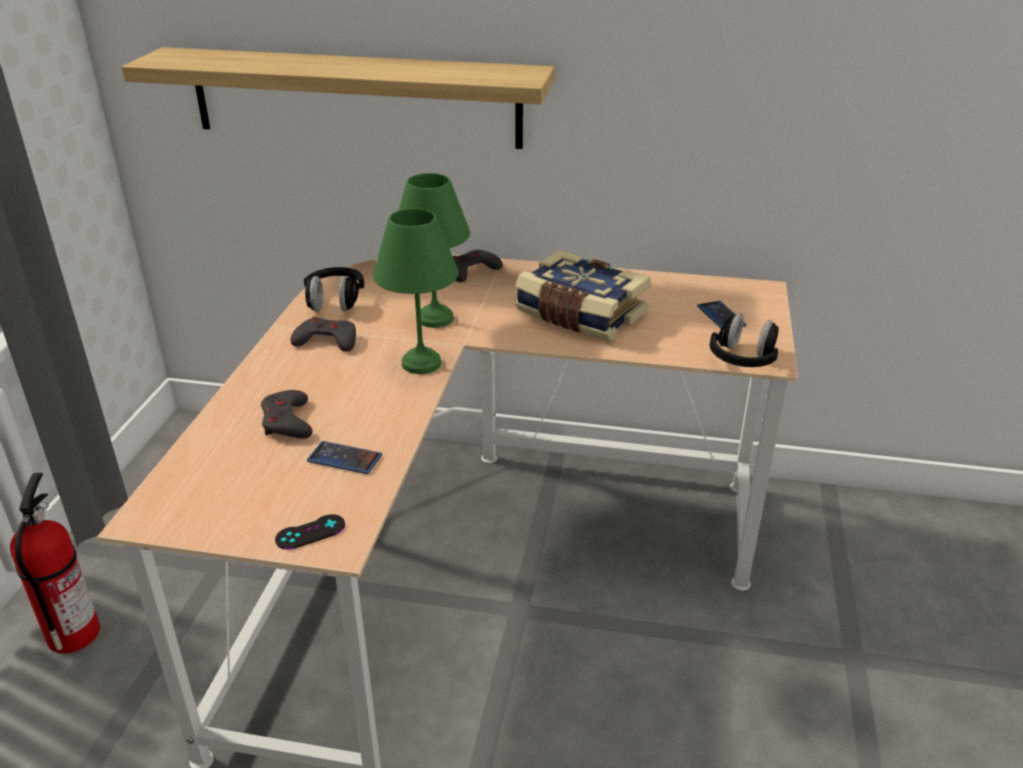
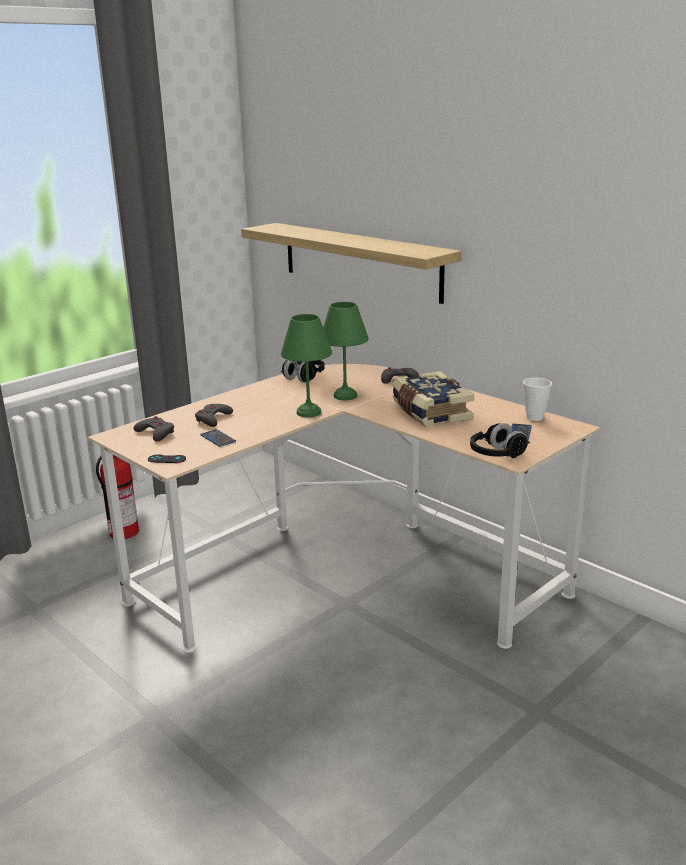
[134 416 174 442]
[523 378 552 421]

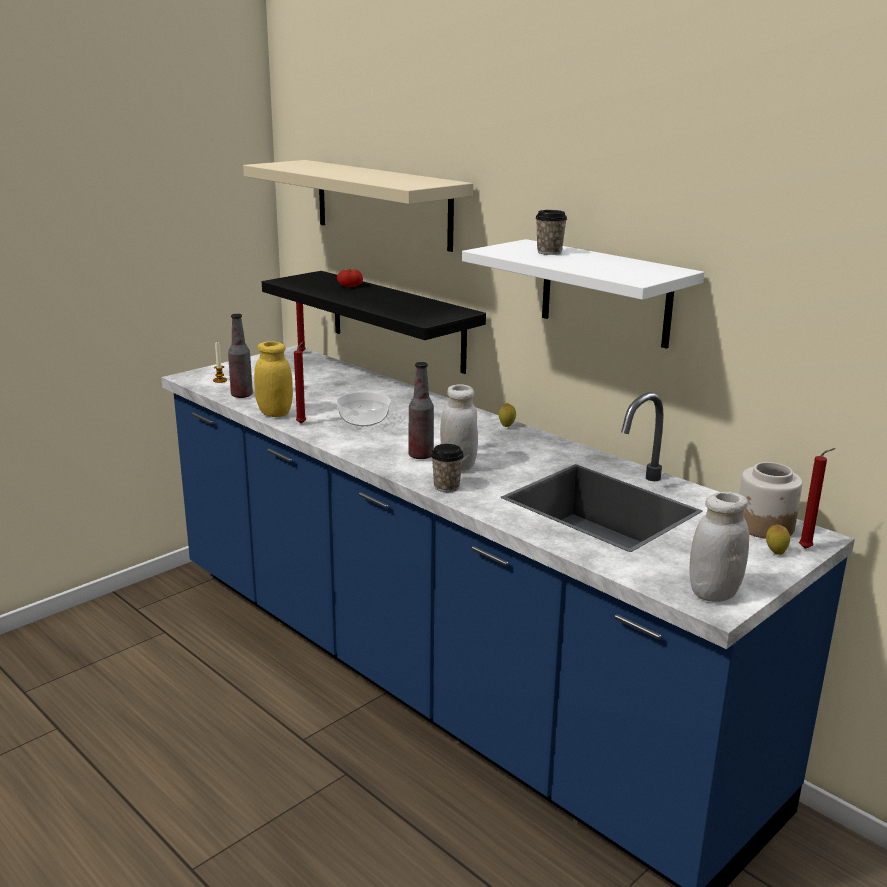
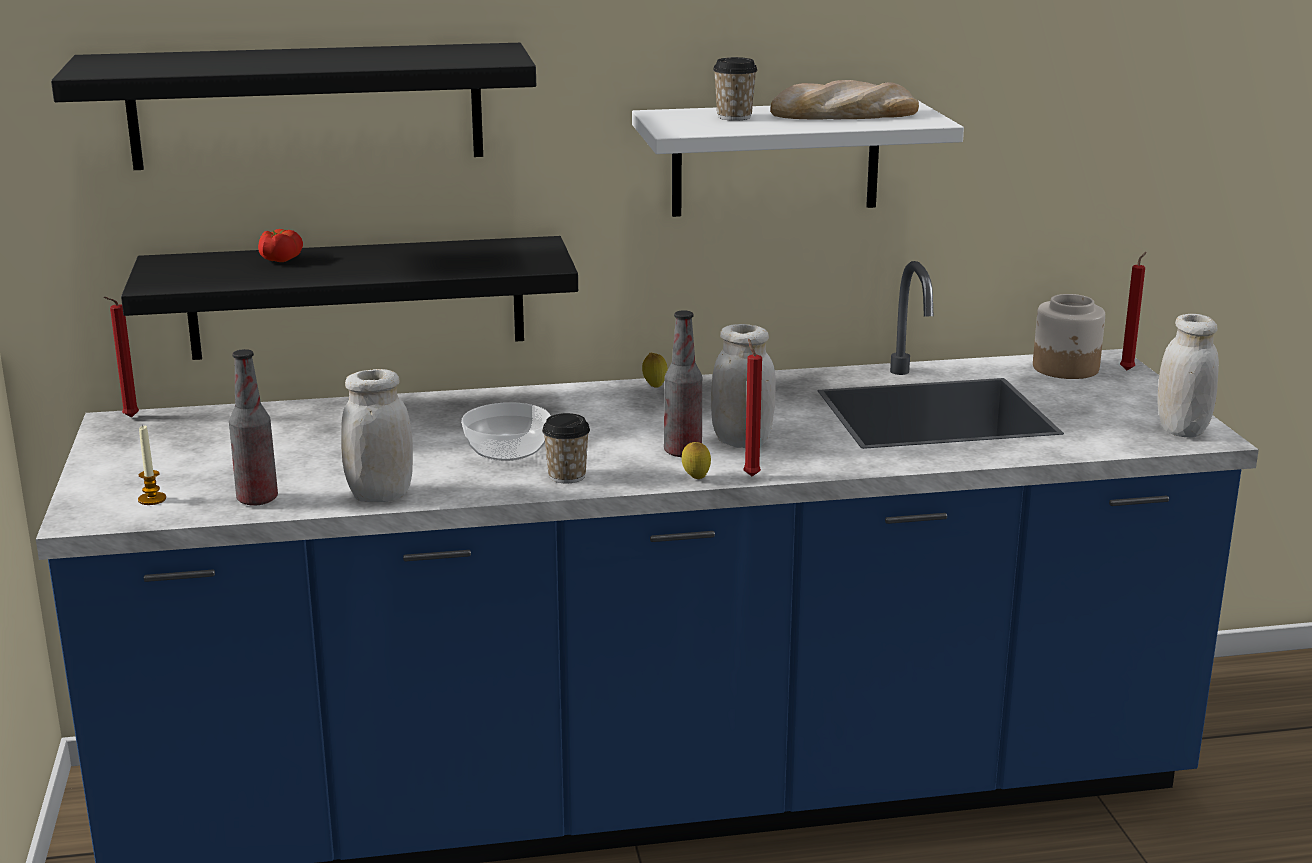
[51 43 536 170]
[341 369 413 502]
[743 338 762 476]
[542 413 590 484]
[682 442 711 479]
[770 80 919 120]

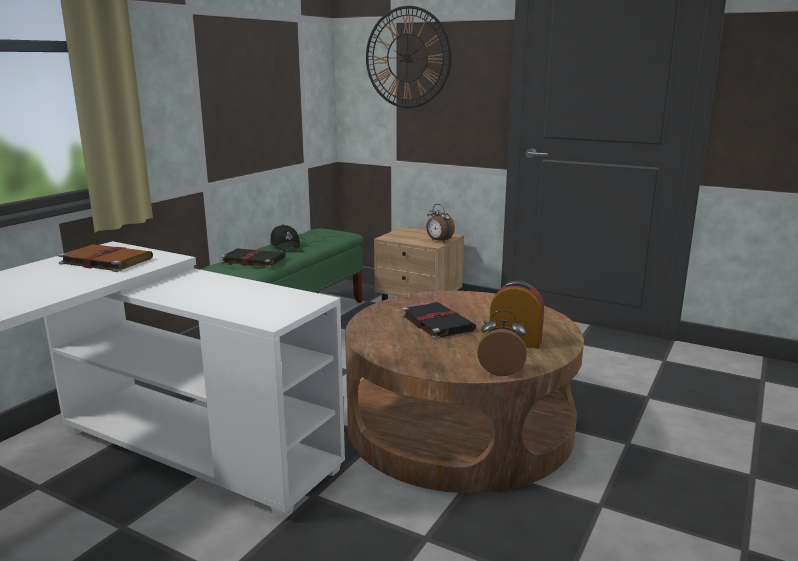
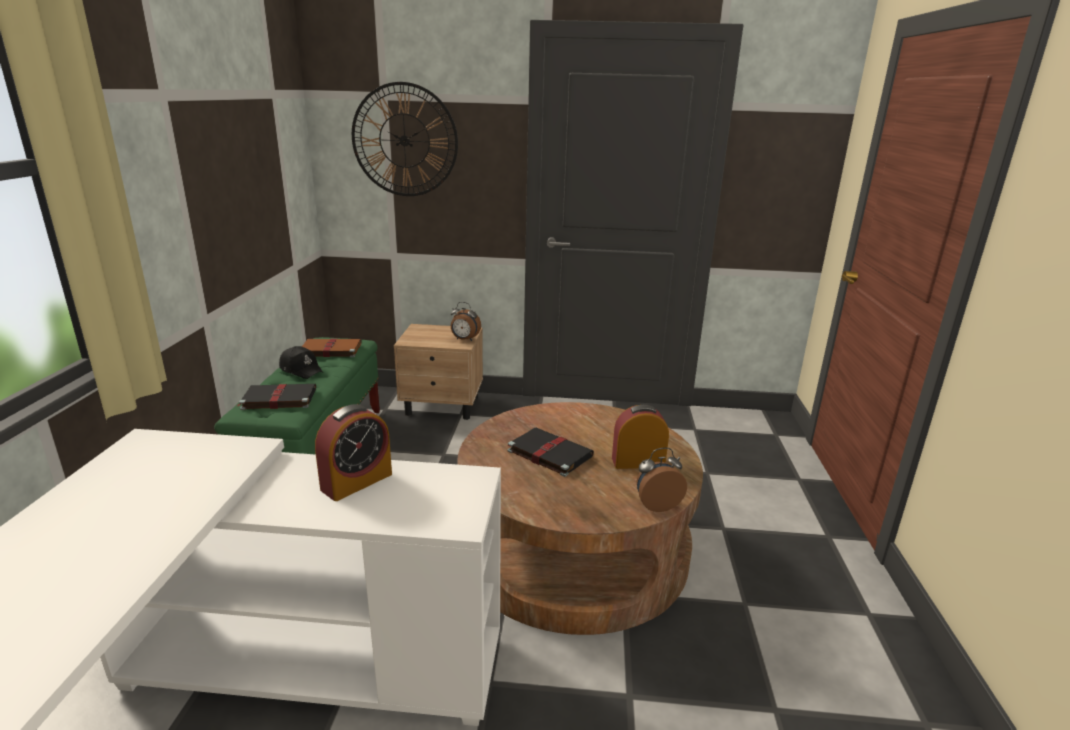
[302 338 362 357]
[315 404 392 501]

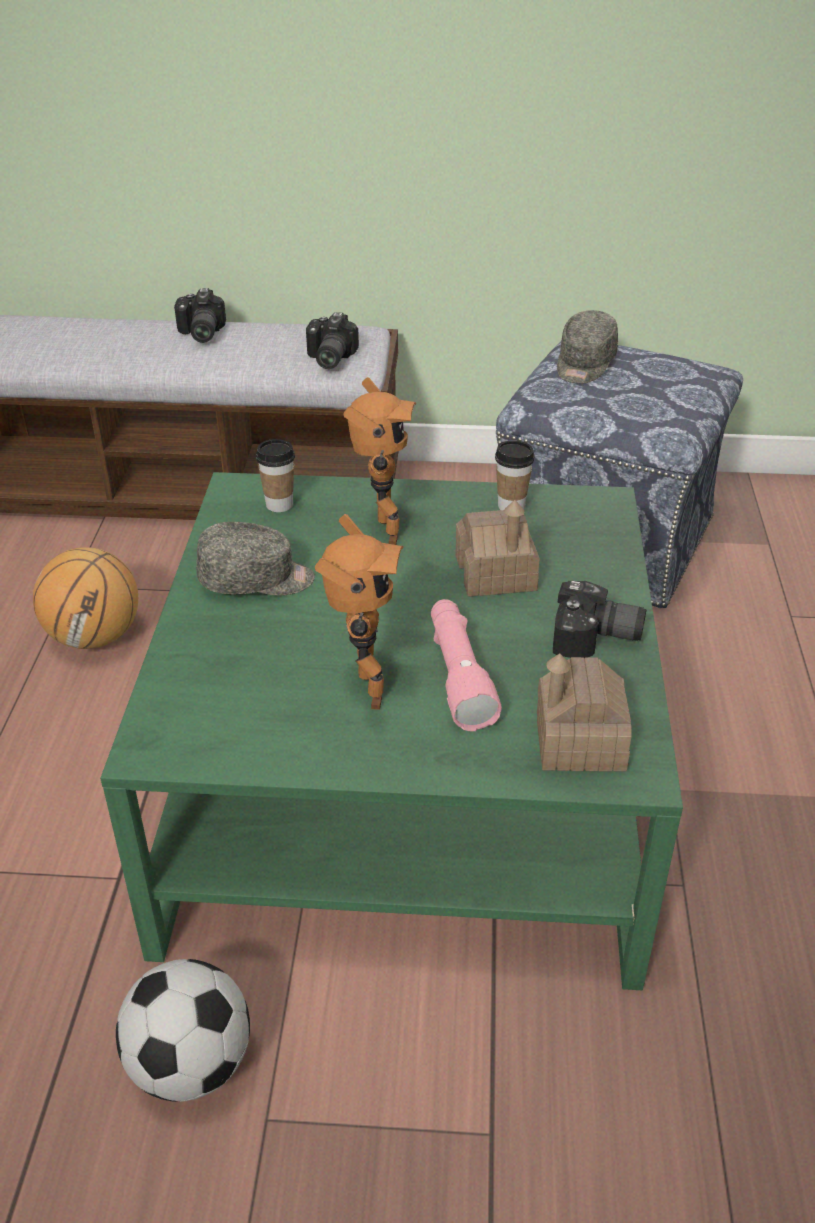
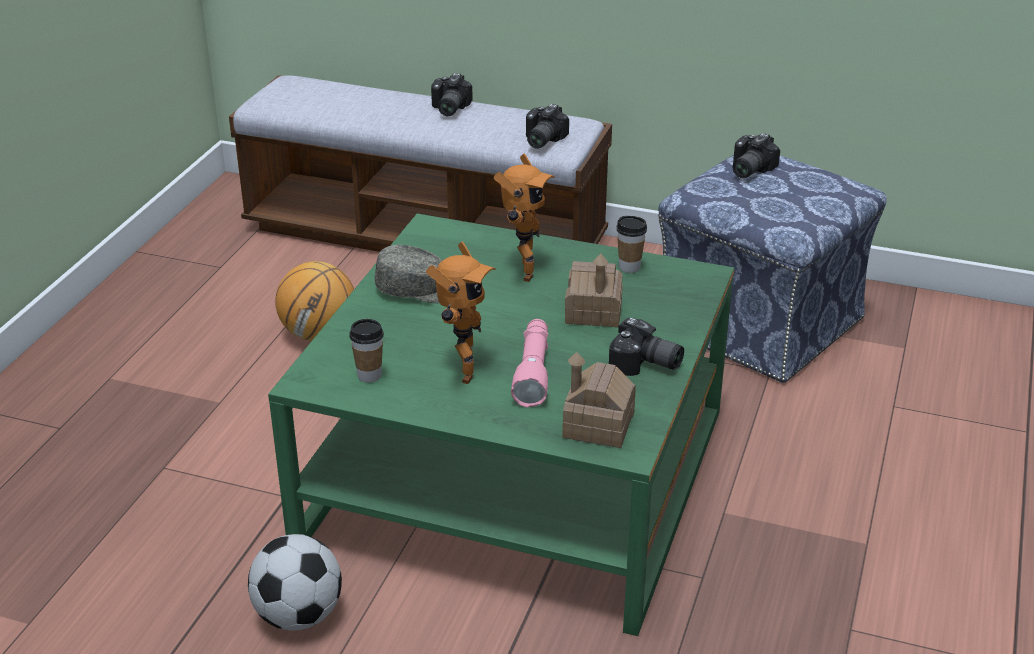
[349 319 384 383]
[733 133 780 178]

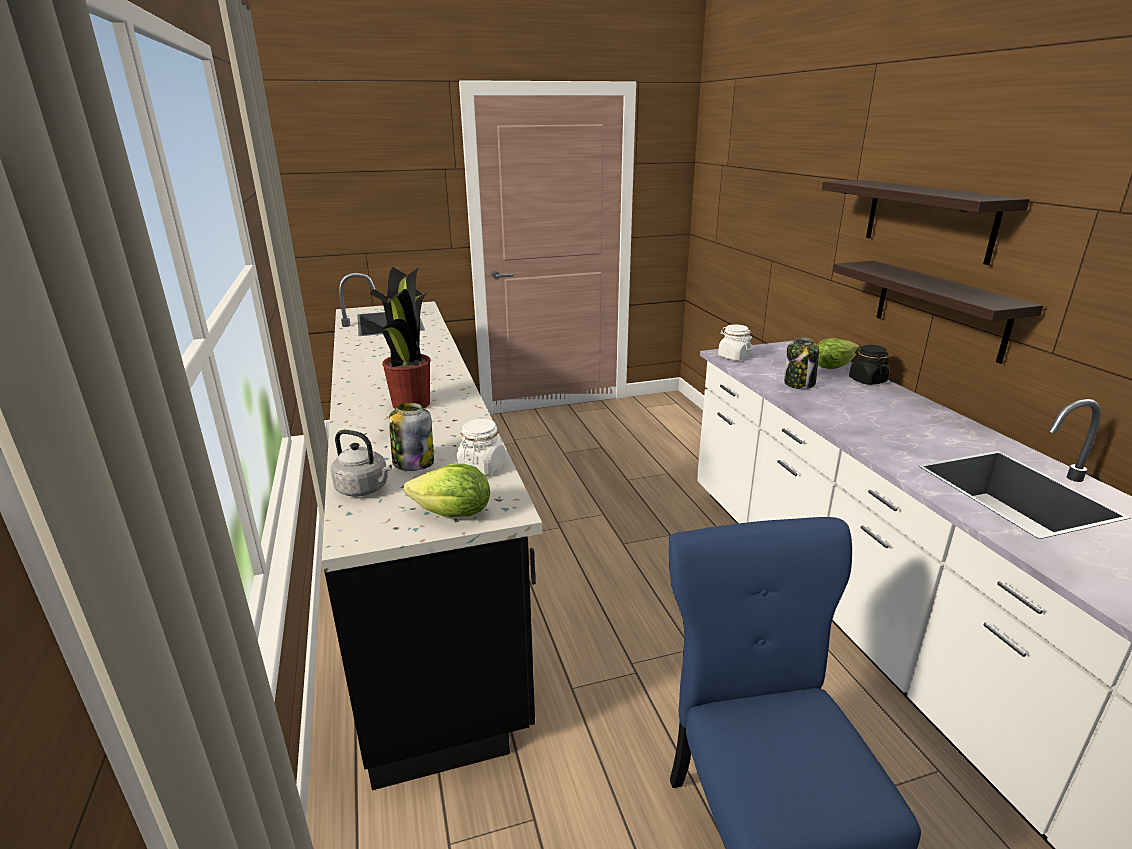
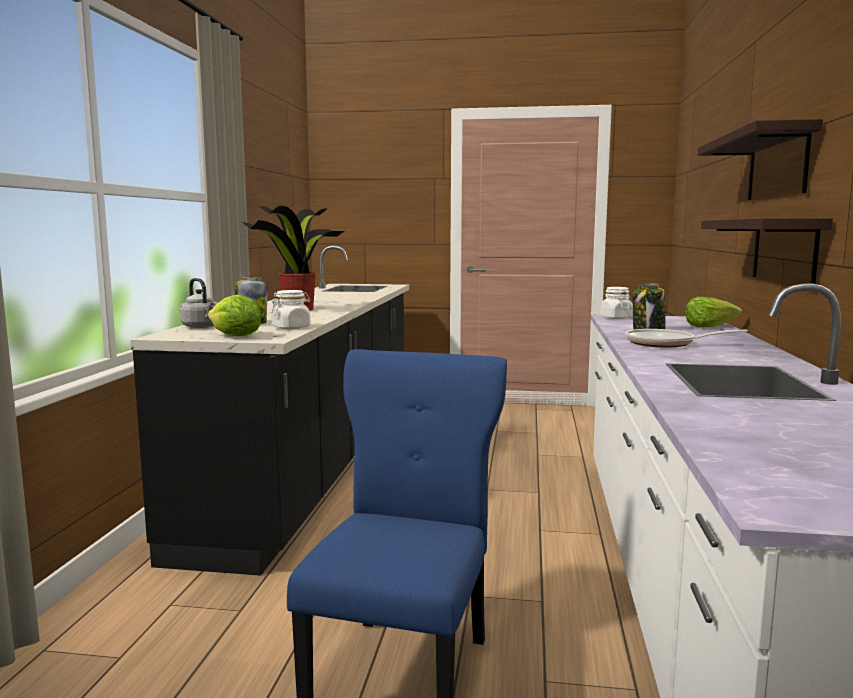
[849 345 889 385] (first image)
[626 329 748 348]

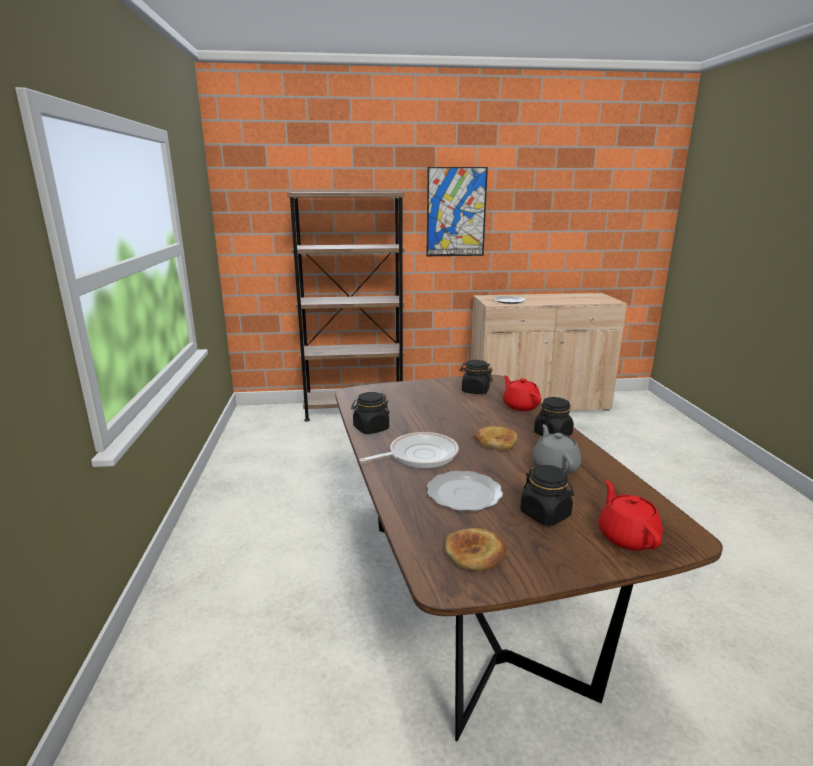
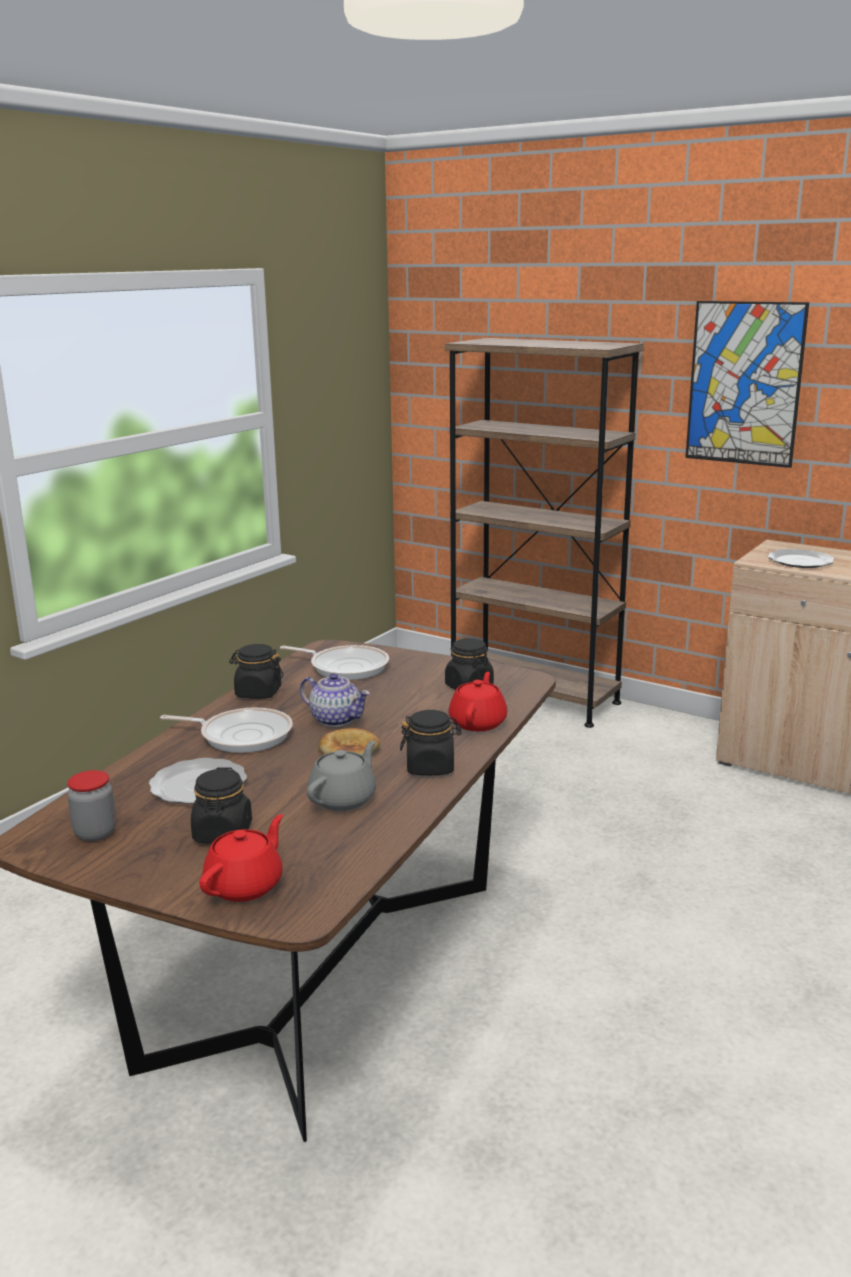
[67 770 116 841]
[280 645 389 680]
[300 673 370 727]

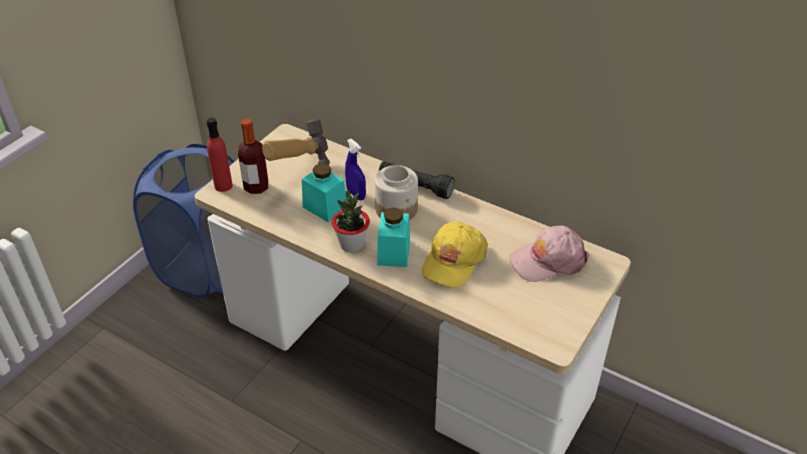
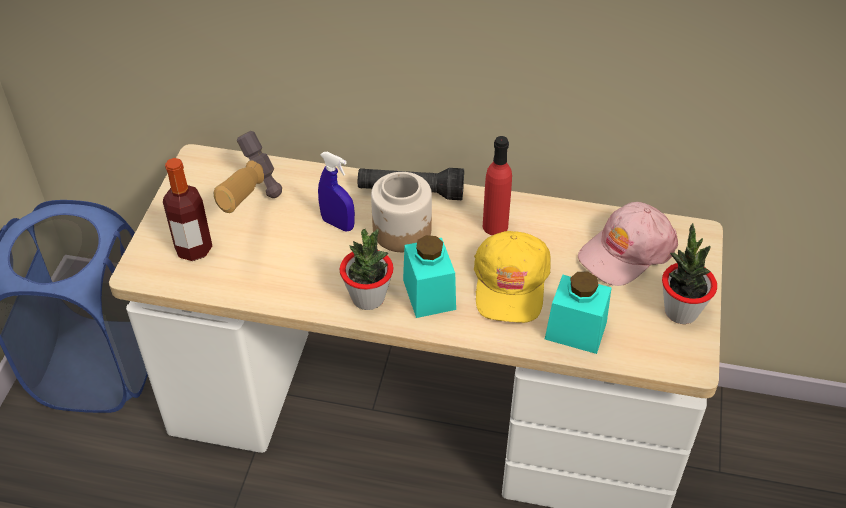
[483 136 512 235]
[545 272 612 354]
[662 223 717 324]

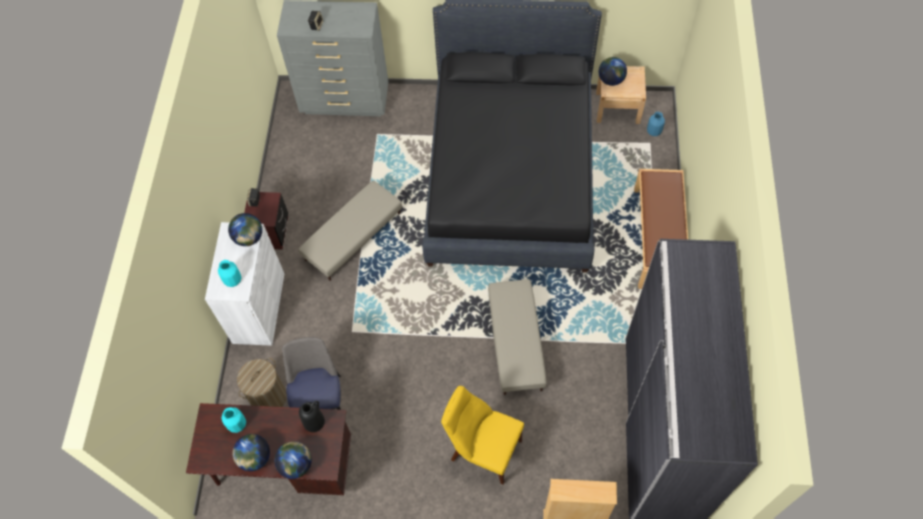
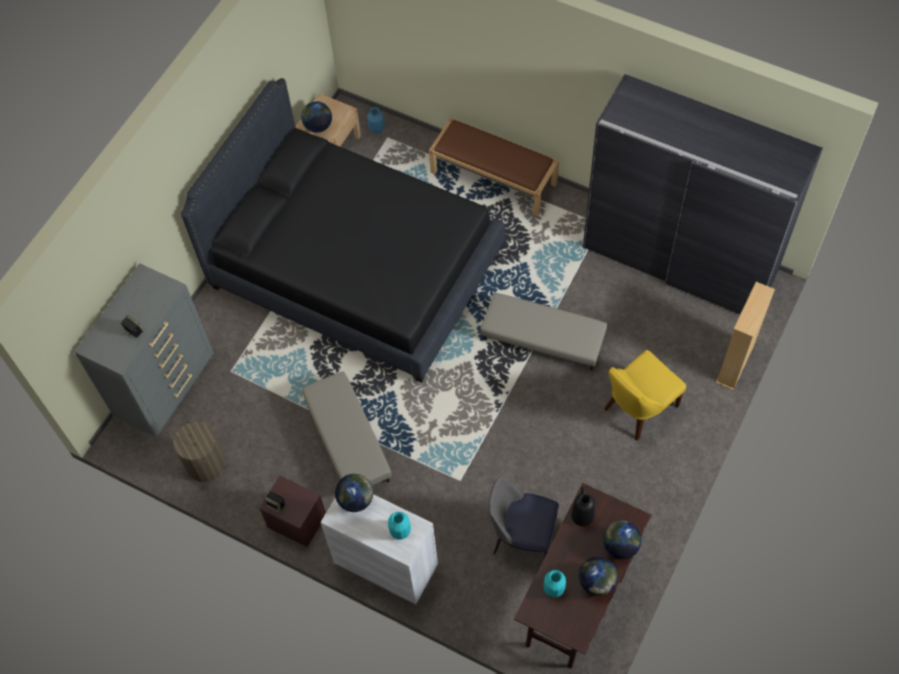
[173 421 225 482]

